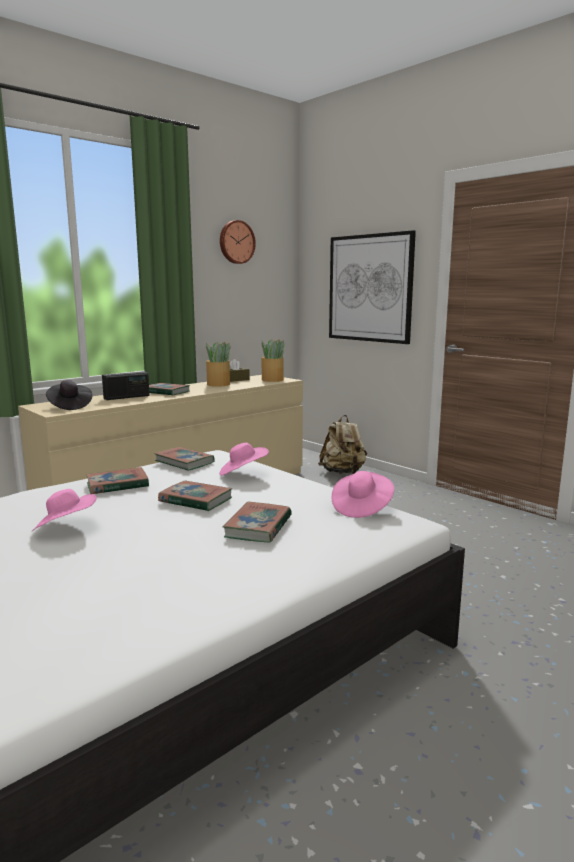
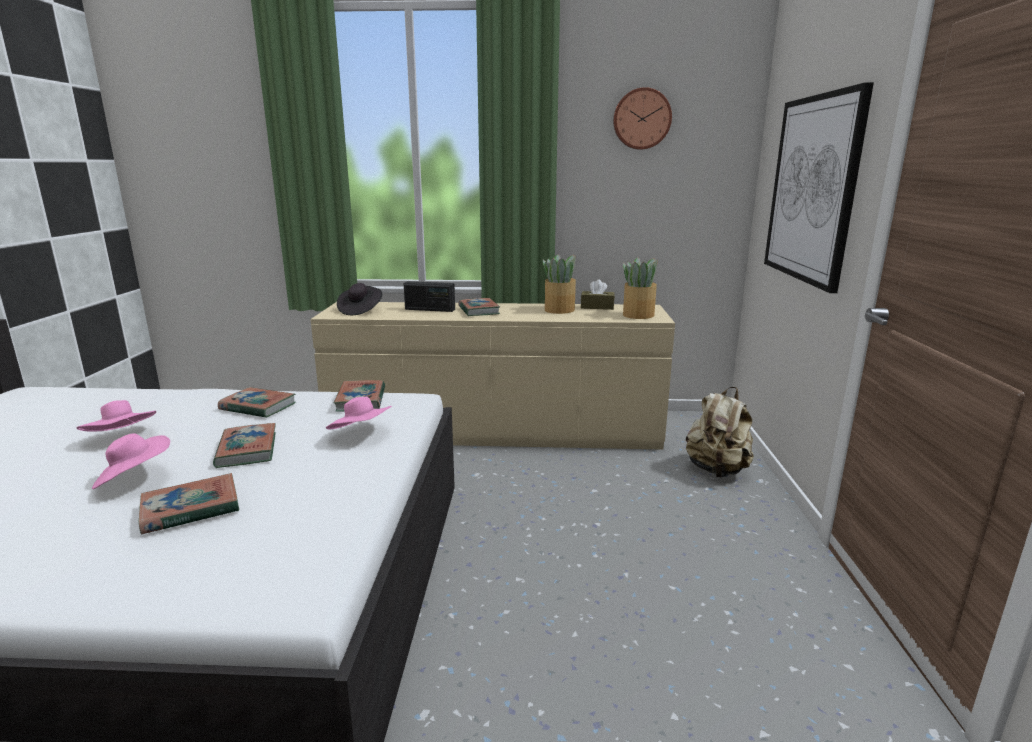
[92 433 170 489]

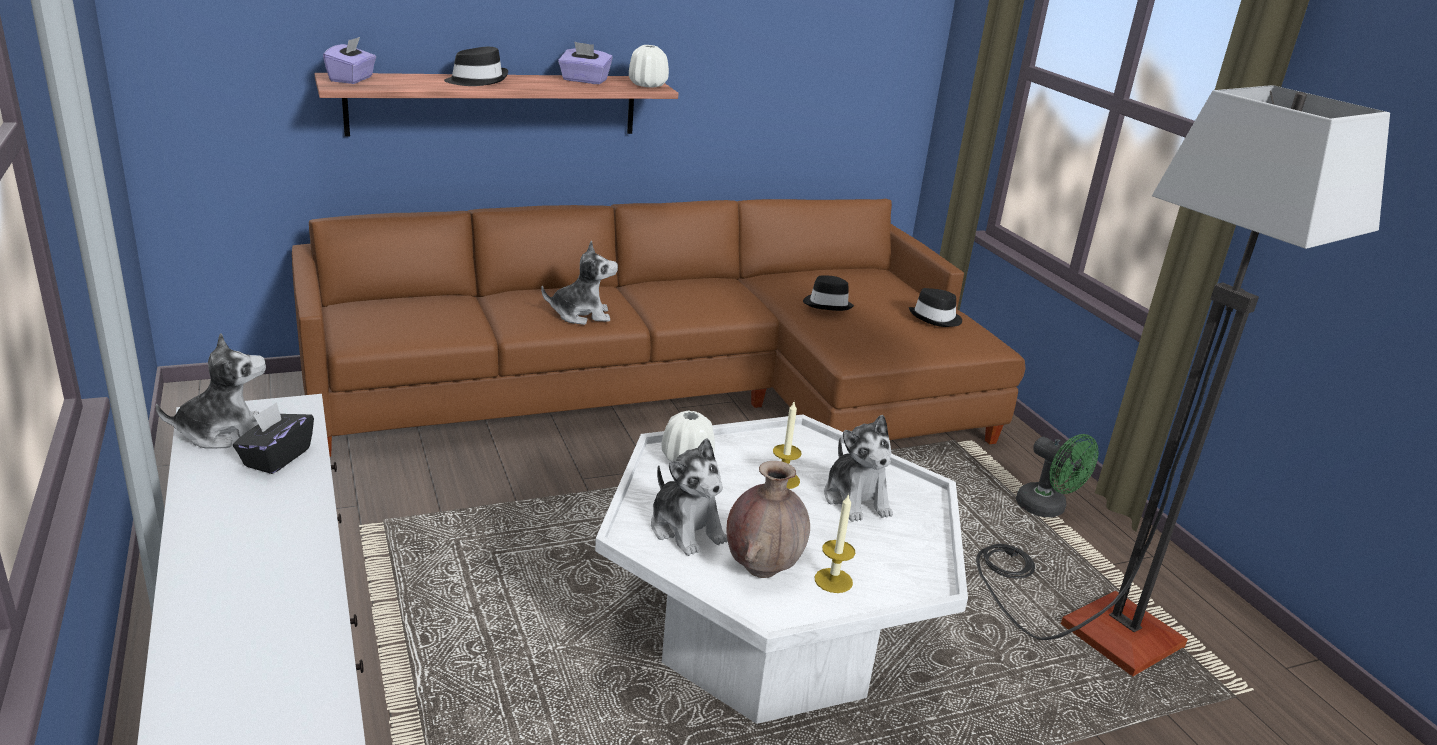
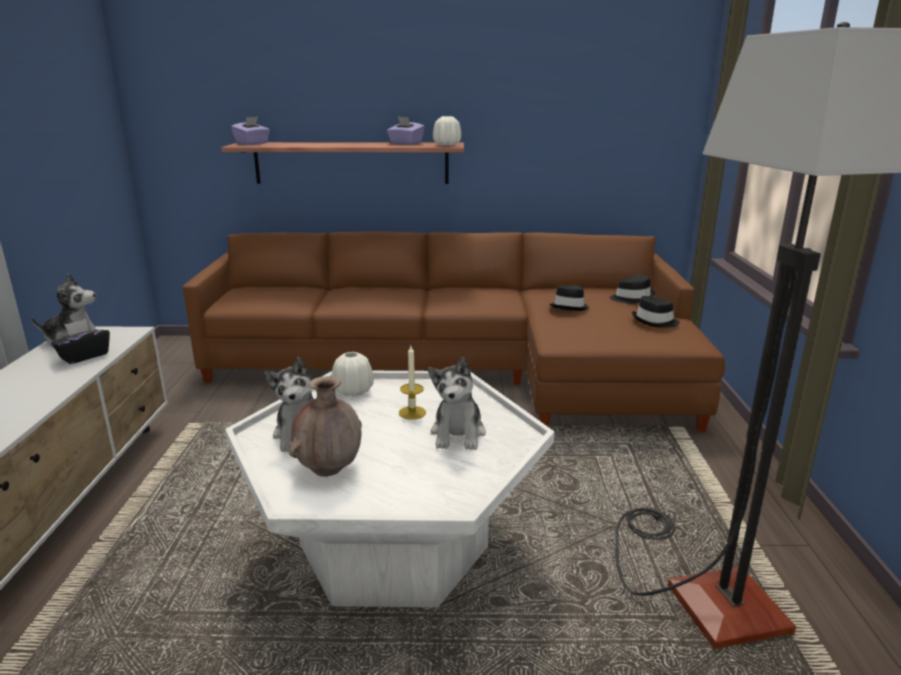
[610 275 655 304]
[541 241 618 325] (first image)
[815 493 855 593] (first image)
[1016 434 1099 517] (first image)

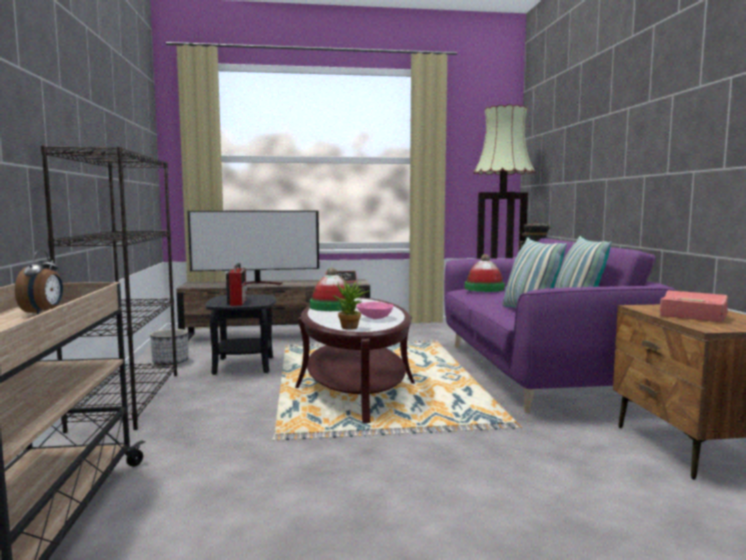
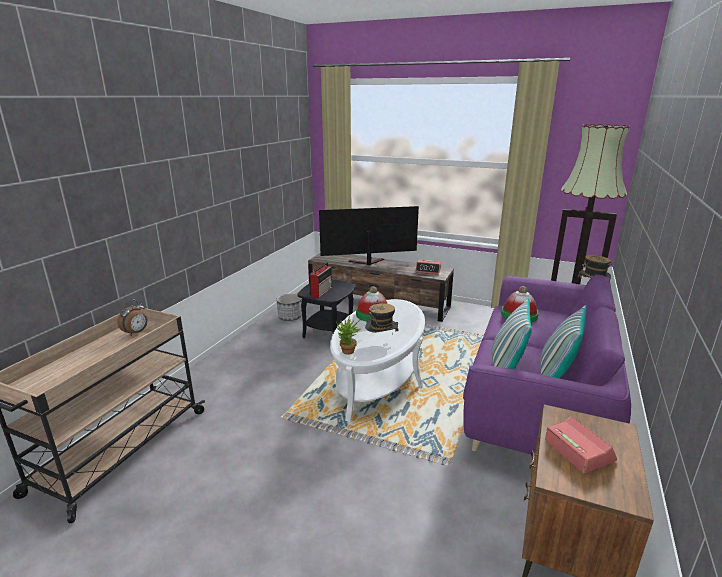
[41 146 177 433] (first image)
[319 206 419 265]
[330 299 425 422]
[365 300 399 333]

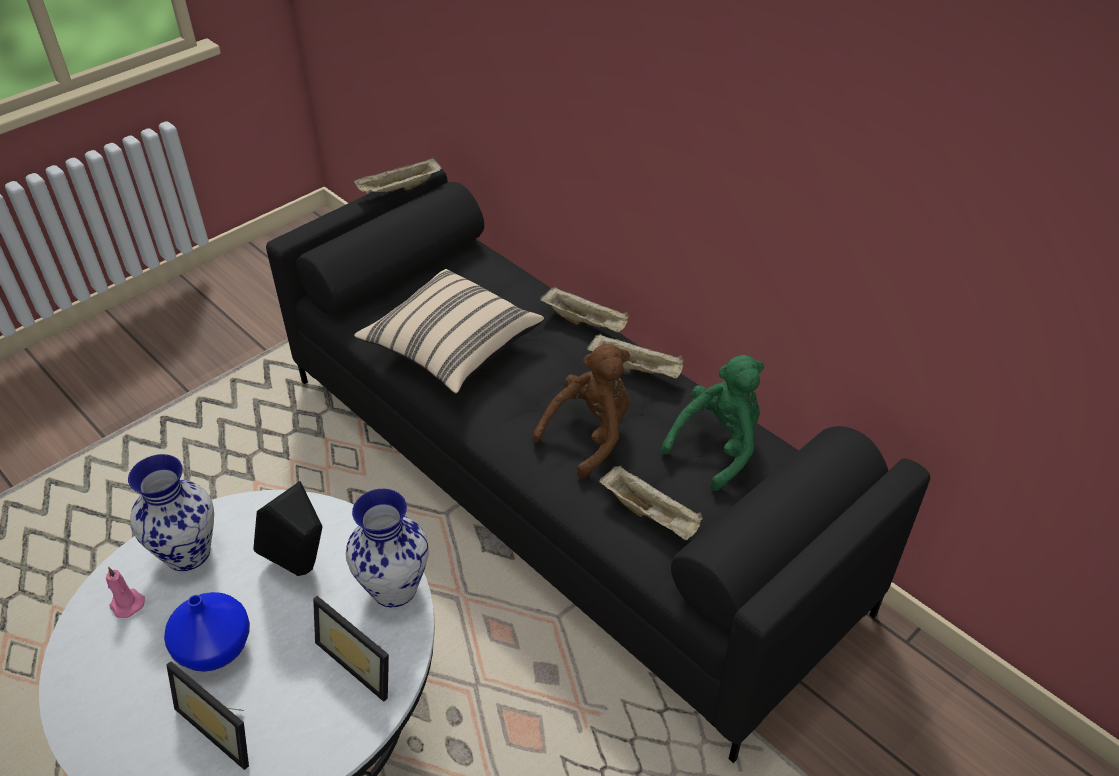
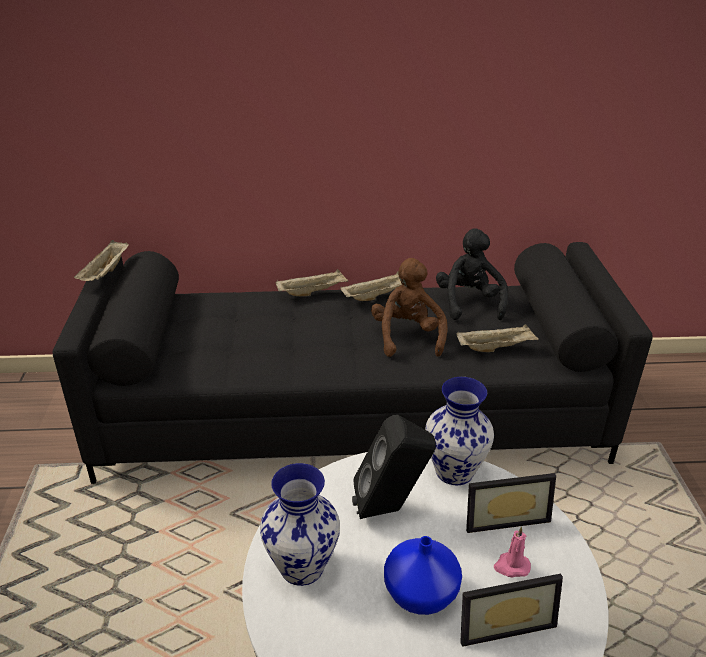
[494 526 531 577]
[354 269 544 394] (first image)
[436 229 508 320]

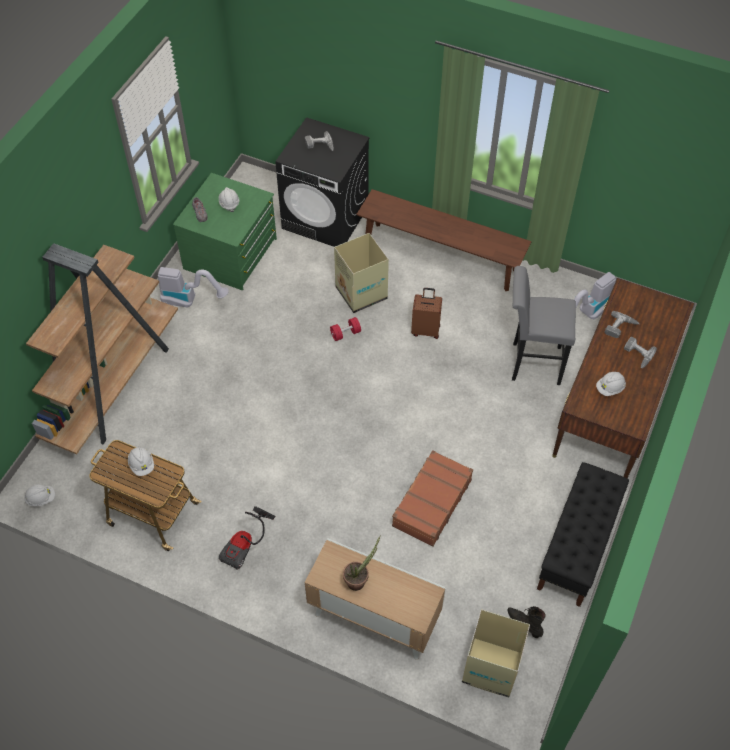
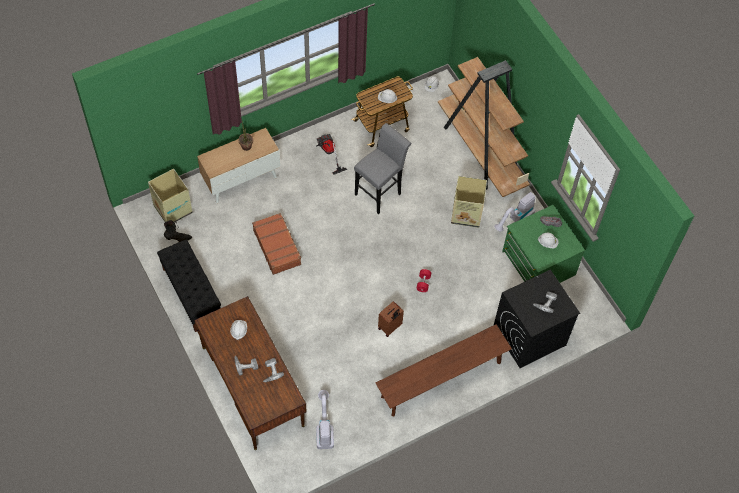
[451 176 487 228]
[354 123 411 214]

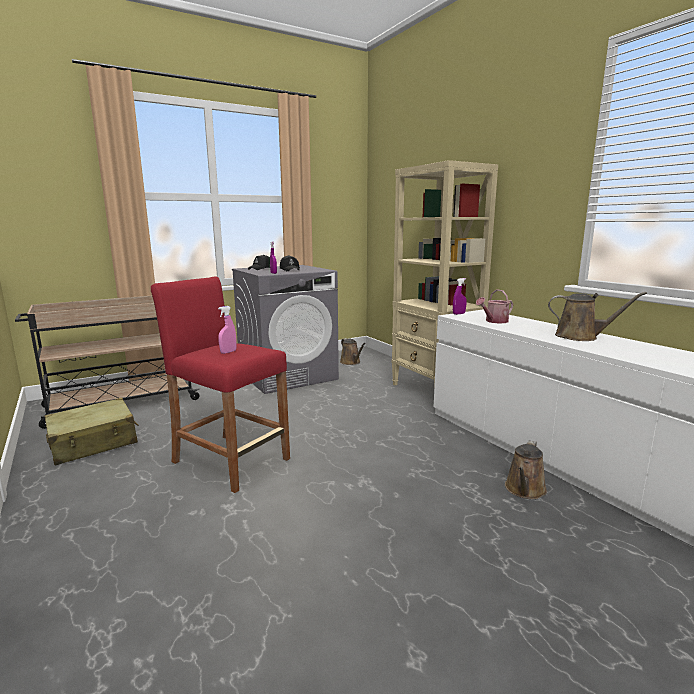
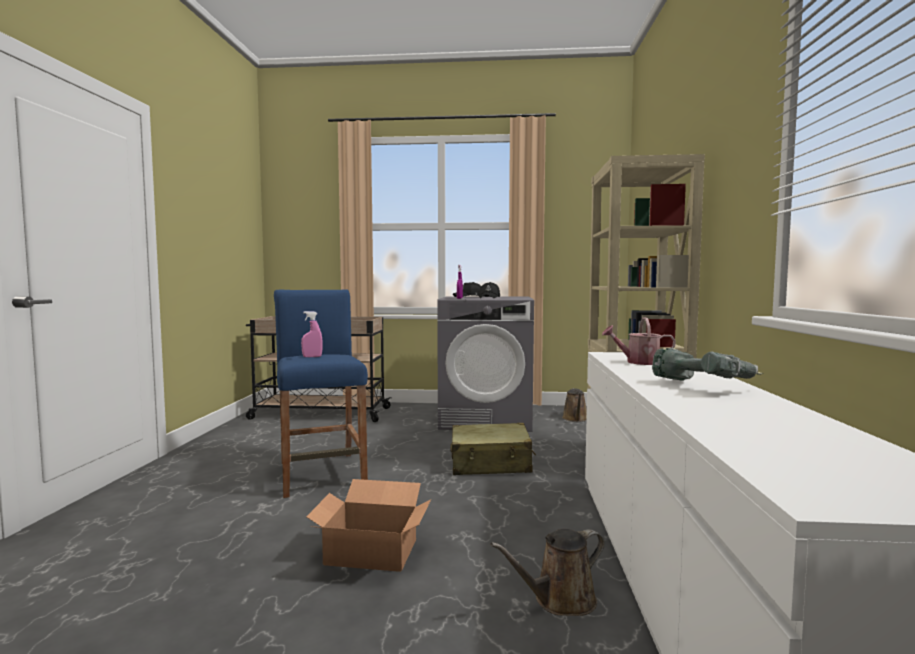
[451 423 536 475]
[274 289 368 498]
[453 278 467 315] (first image)
[652 347 763 381]
[306 479 431 572]

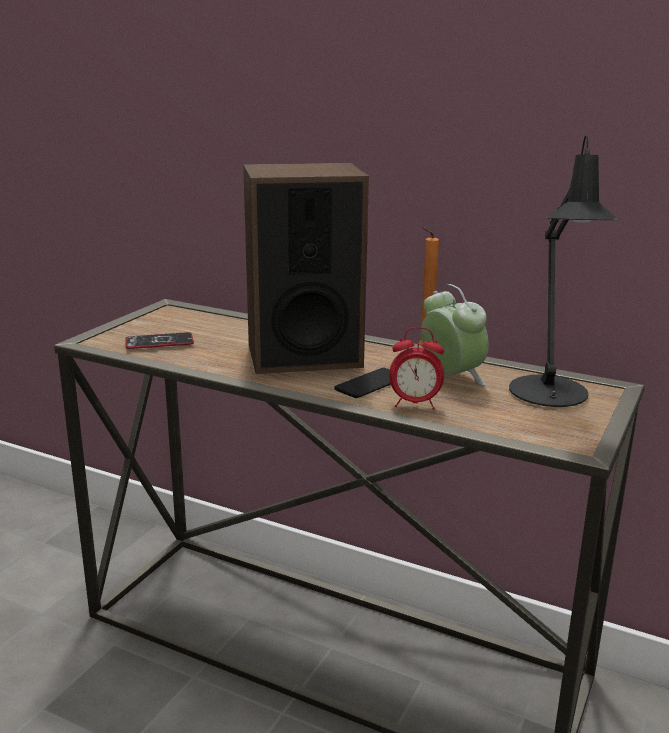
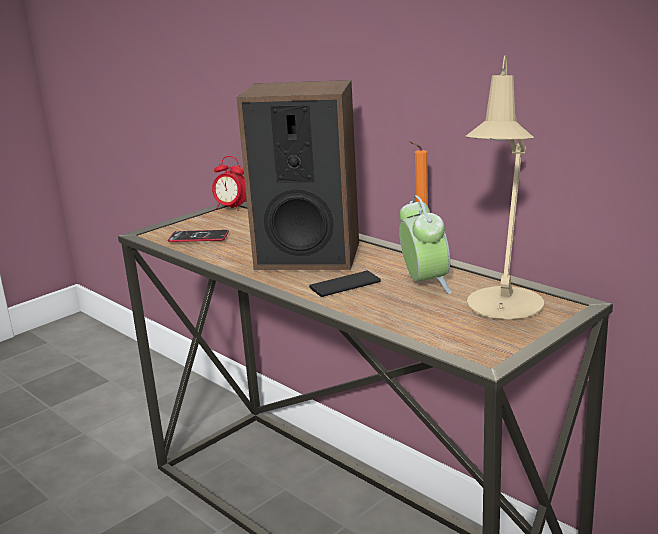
[212 156 246 211]
[466 55 544 319]

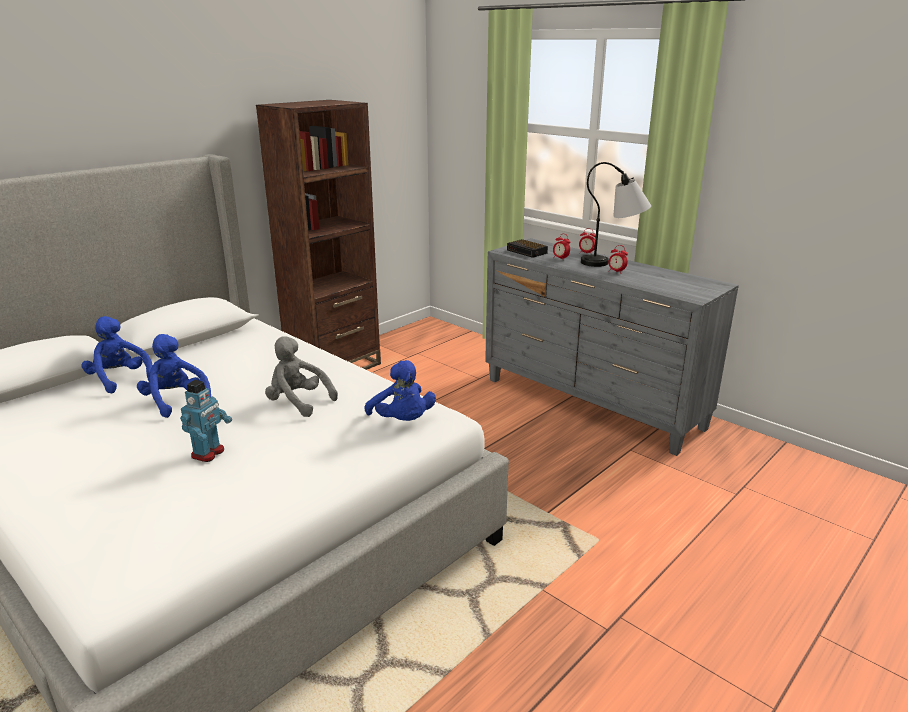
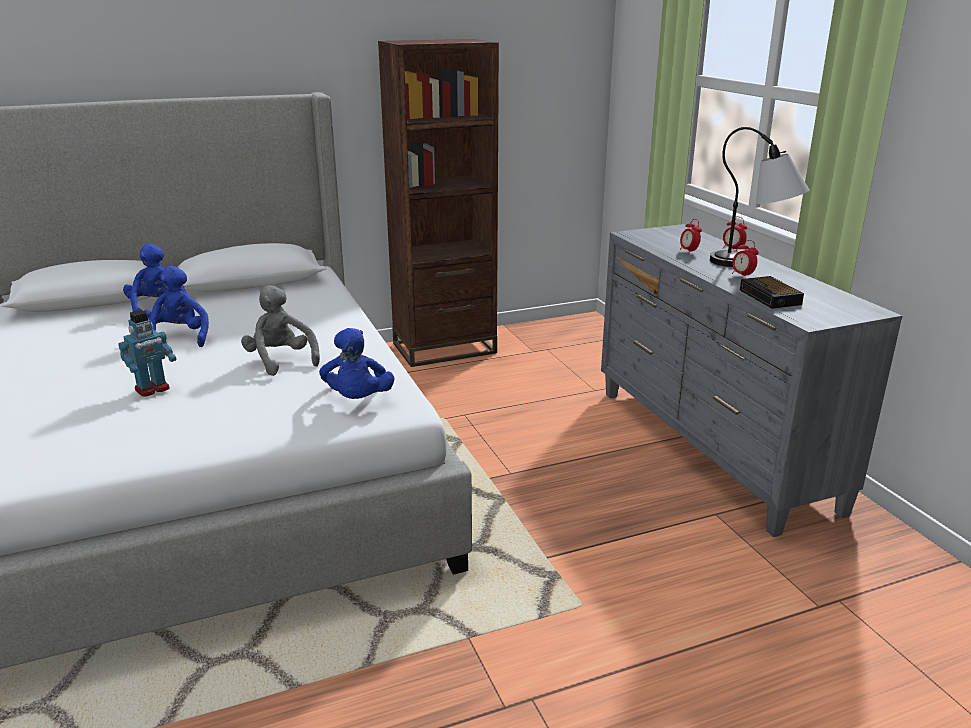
[740 276 804 309]

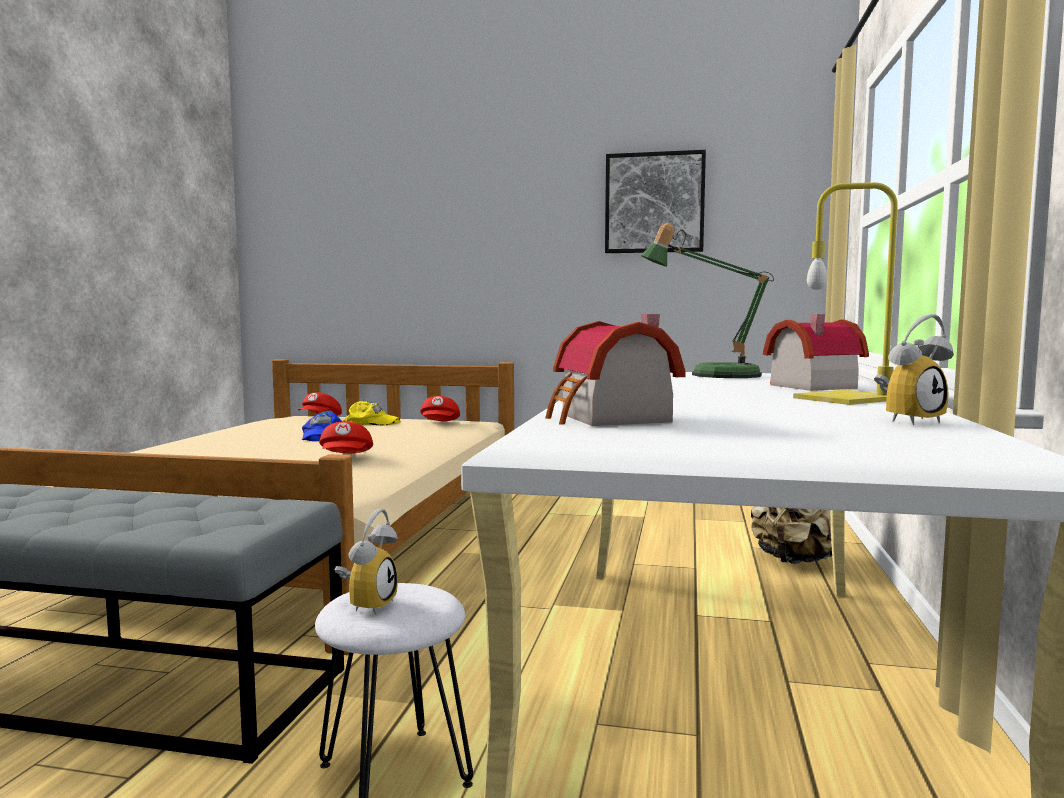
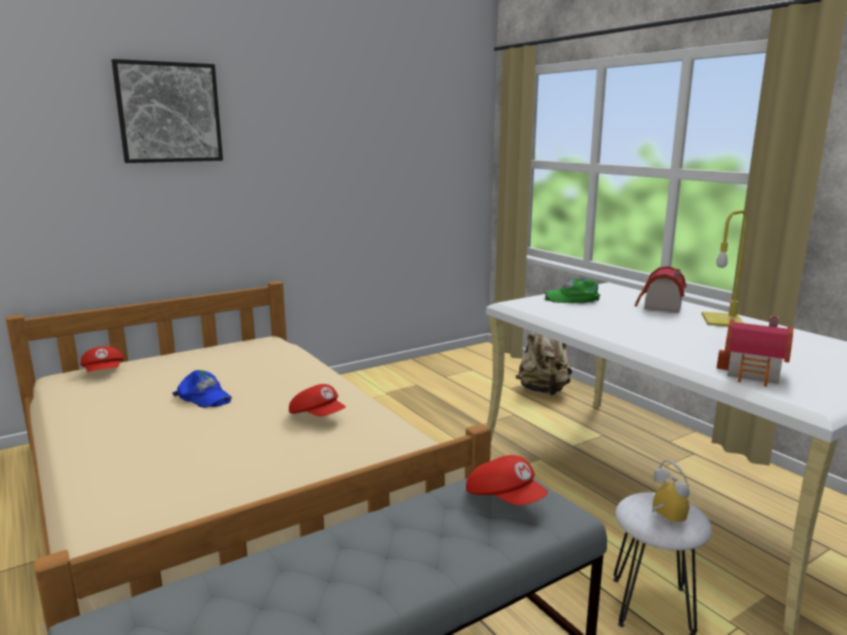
[343 401 401 425] (first image)
[466 455 548 505]
[112 59 223 163]
[544 279 600 303]
[874 314 954 426] (first image)

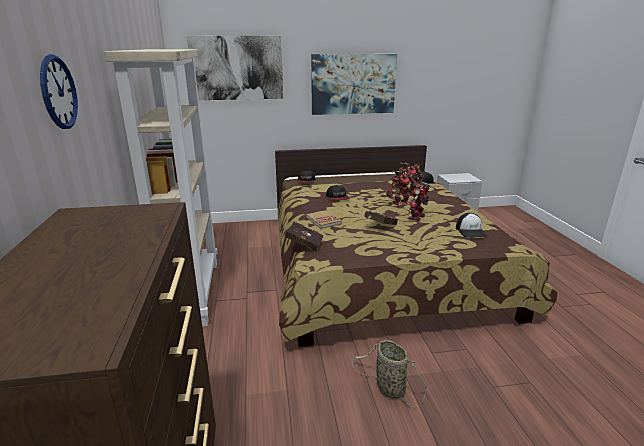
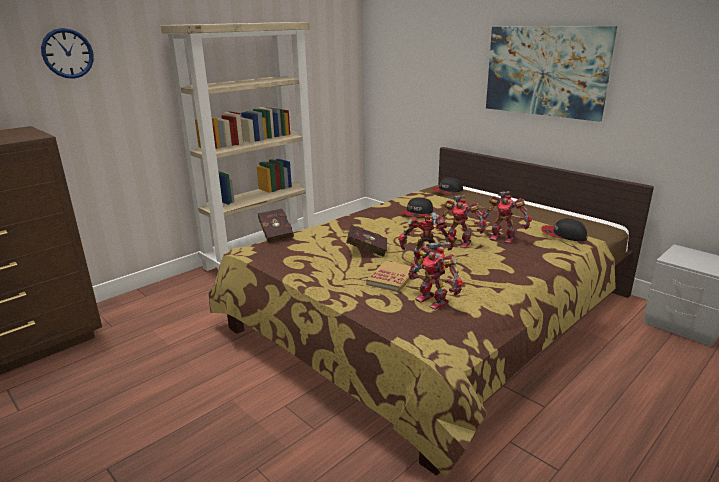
[187 36 283 100] (first image)
[366 261 411 292]
[352 340 427 407] (first image)
[408 242 463 310]

